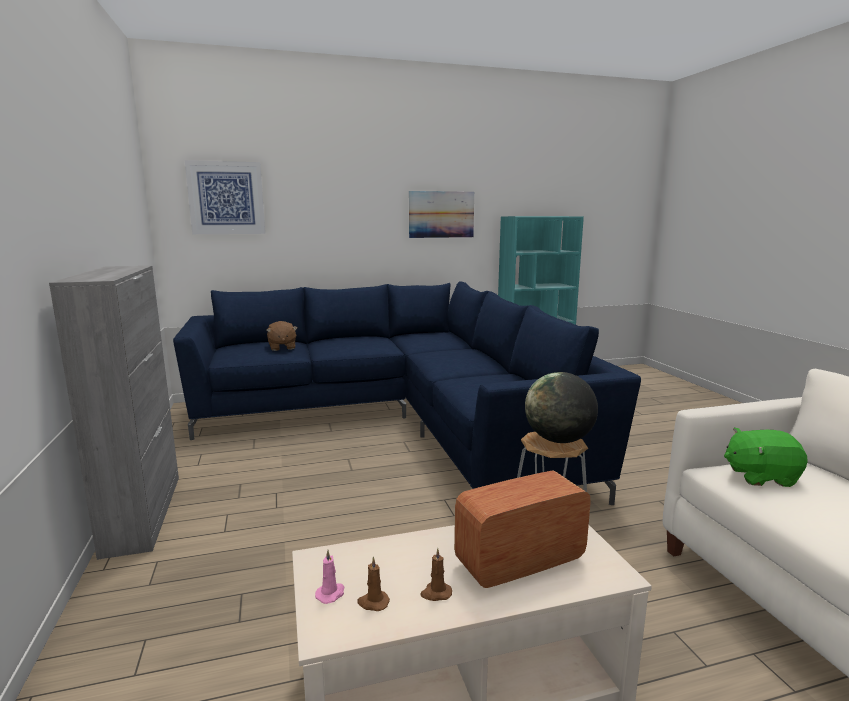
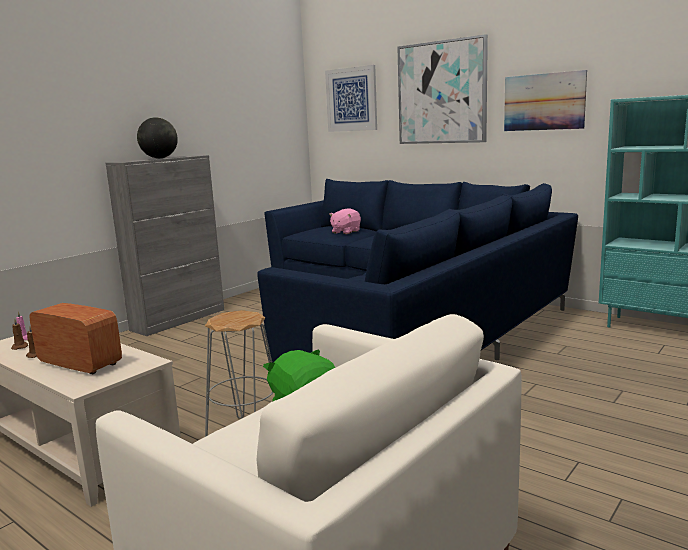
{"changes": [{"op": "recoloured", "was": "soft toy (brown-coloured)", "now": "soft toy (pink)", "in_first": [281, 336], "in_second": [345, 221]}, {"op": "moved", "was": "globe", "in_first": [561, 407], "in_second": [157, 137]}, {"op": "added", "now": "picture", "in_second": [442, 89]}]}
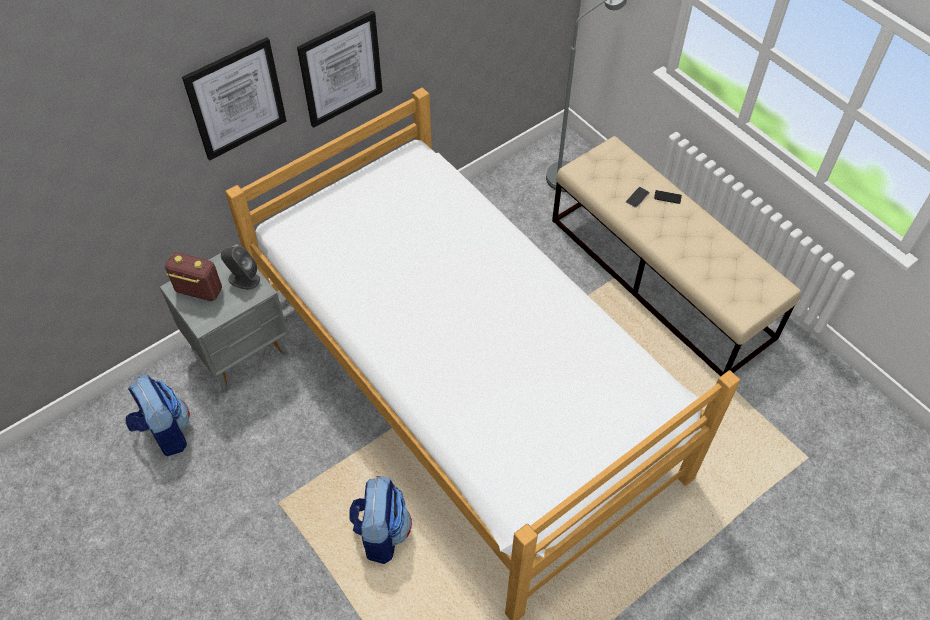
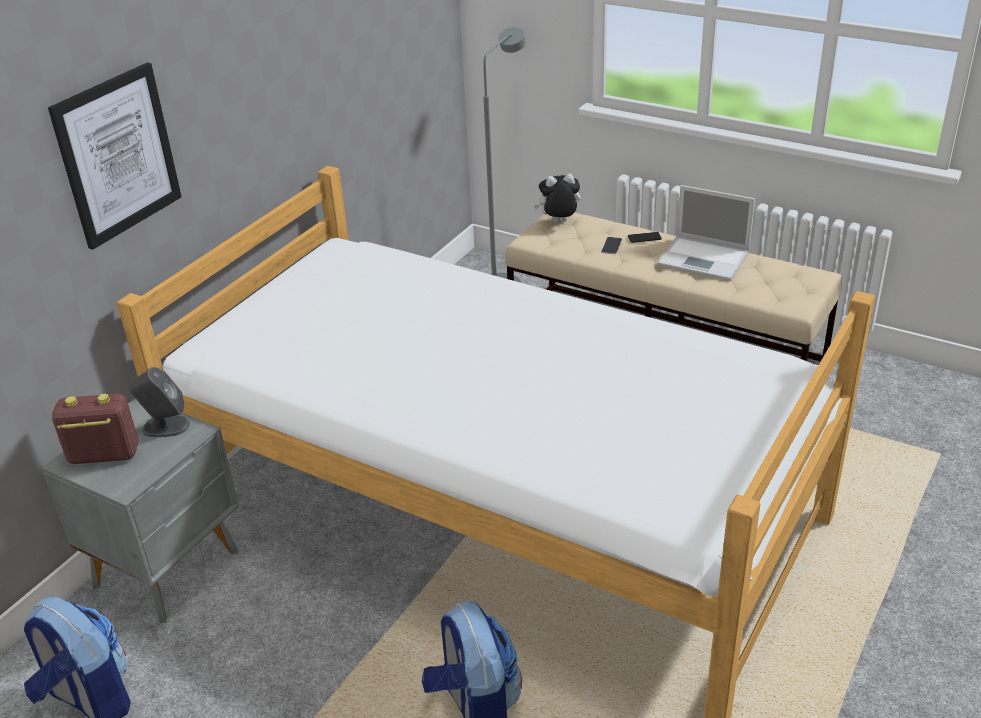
{"changes": [{"op": "removed", "was": "picture", "in_first": [340, 69]}, {"op": "added", "now": "soft toy", "in_second": [557, 197]}, {"op": "added", "now": "portable computer", "in_second": [706, 233]}]}
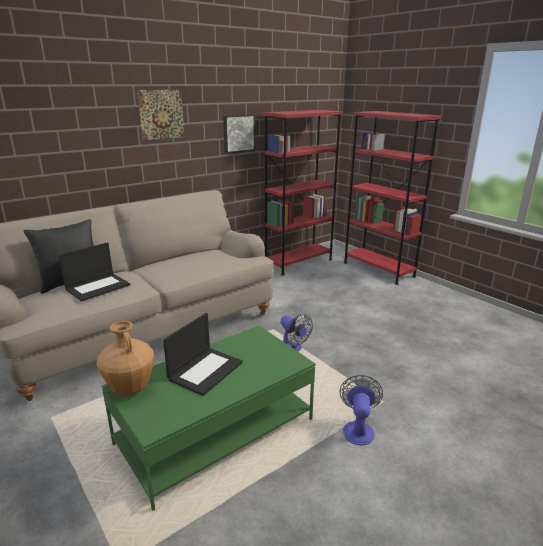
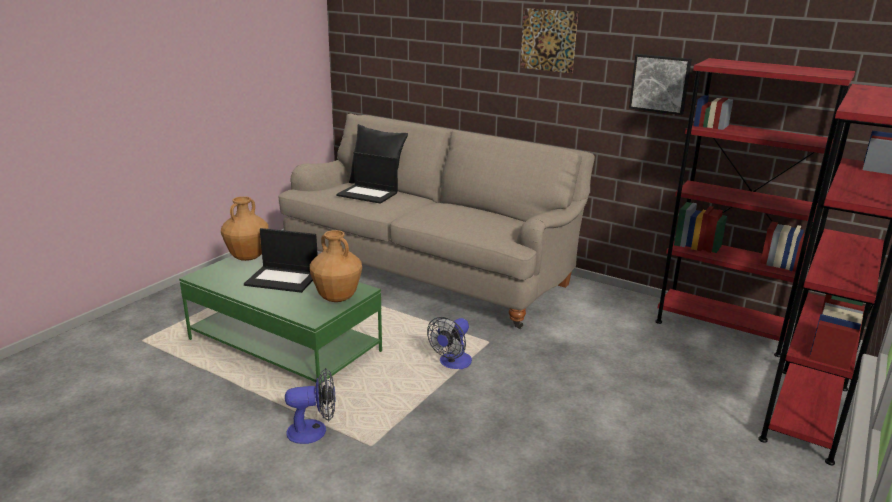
{"changes": [{"op": "added", "now": "decorative vase (brown-coloured)", "in_second": [336, 266]}]}
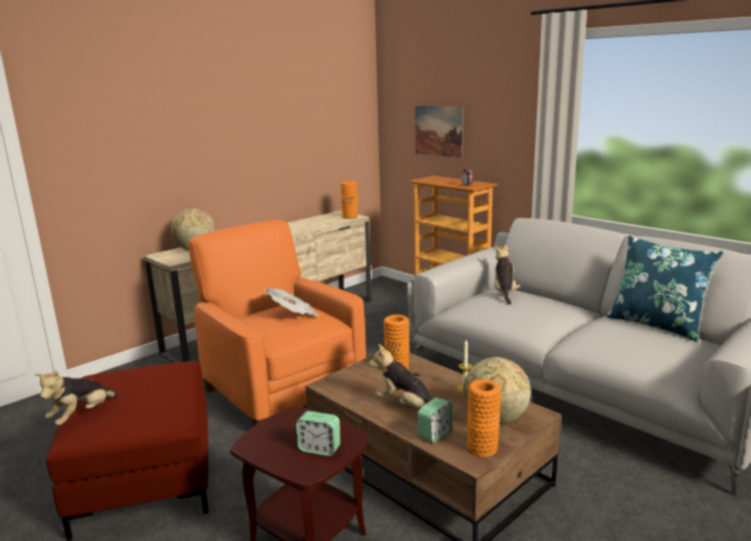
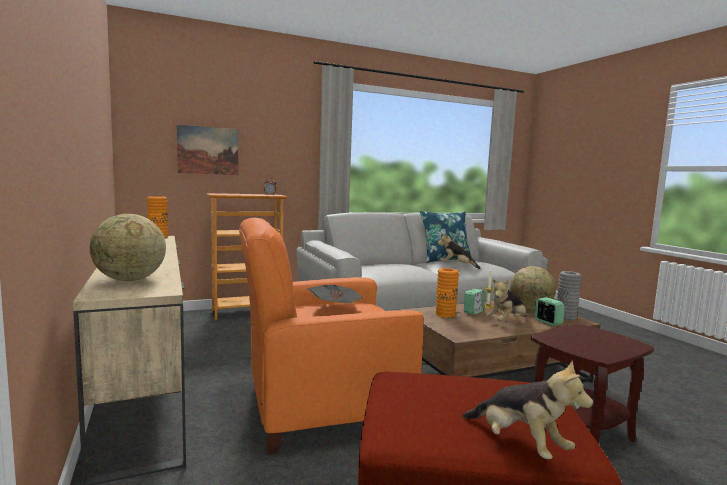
{"changes": [{"op": "moved", "was": "table clock", "in_first": [318, 433], "in_second": [474, 302]}, {"op": "recoloured", "was": "decorative vase (orange-coloured)", "now": "decorative vase (gray)", "in_first": [484, 418], "in_second": [569, 295]}, {"op": "moved", "was": "soft toy", "in_first": [507, 275], "in_second": [459, 251]}]}
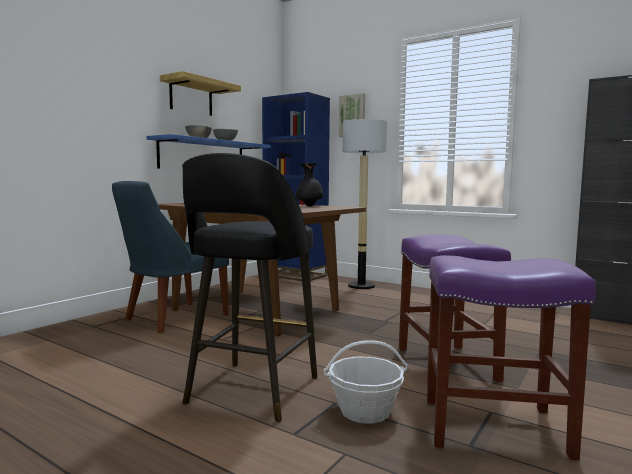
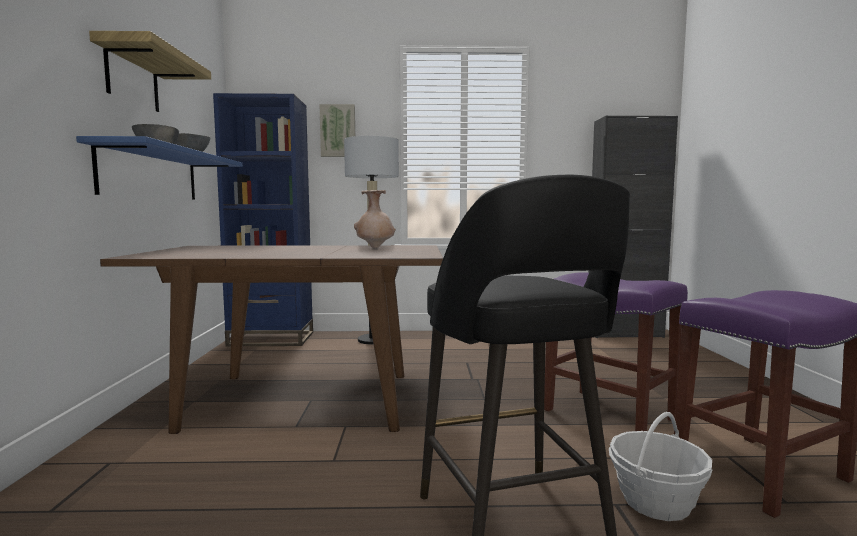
{"changes": [{"op": "removed", "was": "plain chair (bluish)", "in_first": [170, 257]}, {"op": "recoloured", "was": "decorative vase (black)", "now": "decorative vase (sand-coloured)", "in_first": [310, 185], "in_second": [375, 219]}]}
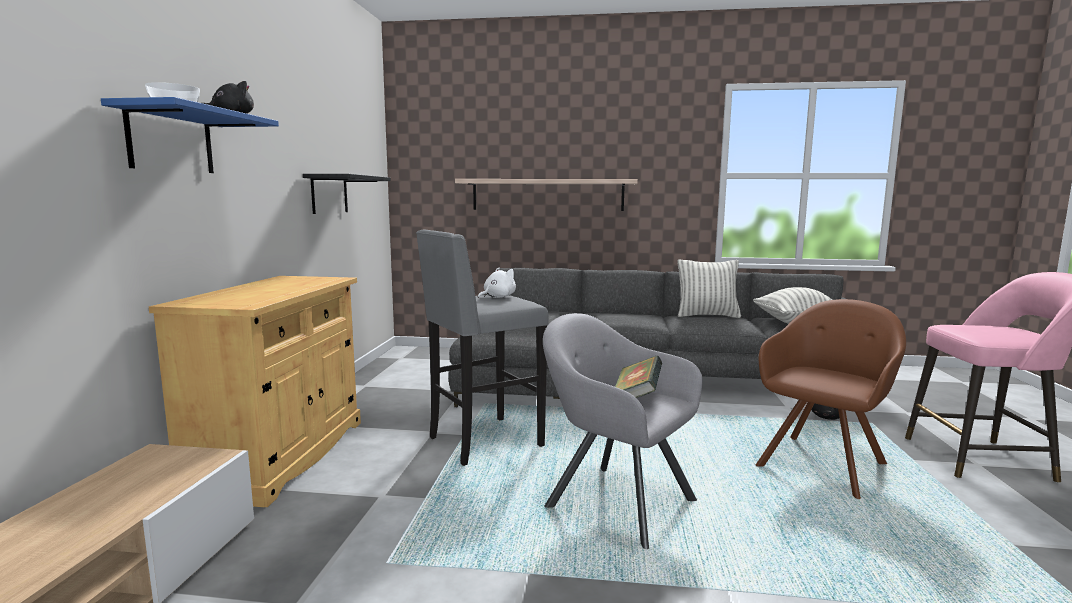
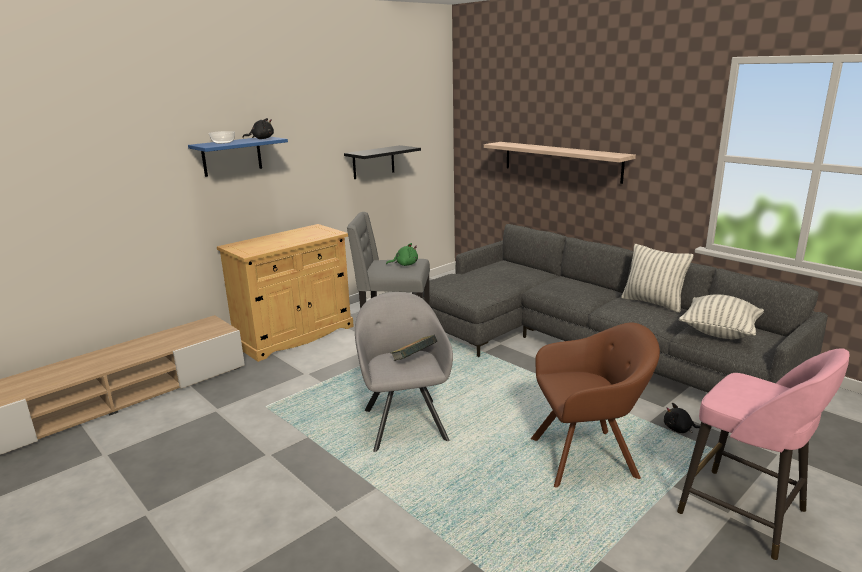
{"changes": [{"op": "recoloured", "was": "soft toy (white)", "now": "soft toy (green-coloured)", "in_first": [497, 282], "in_second": [402, 254]}]}
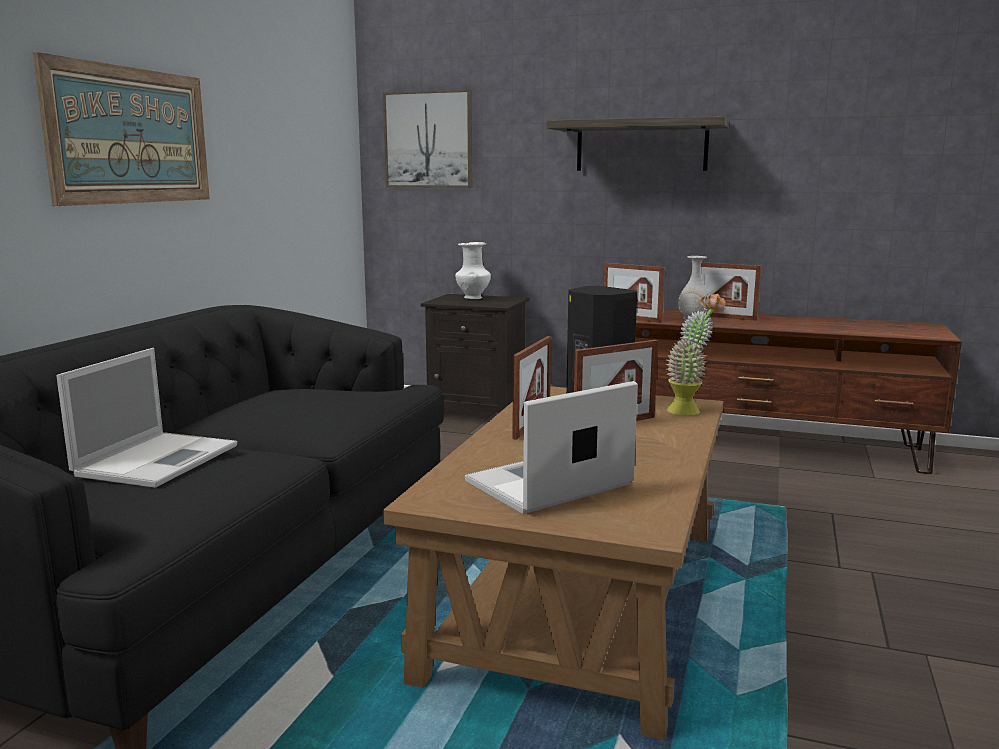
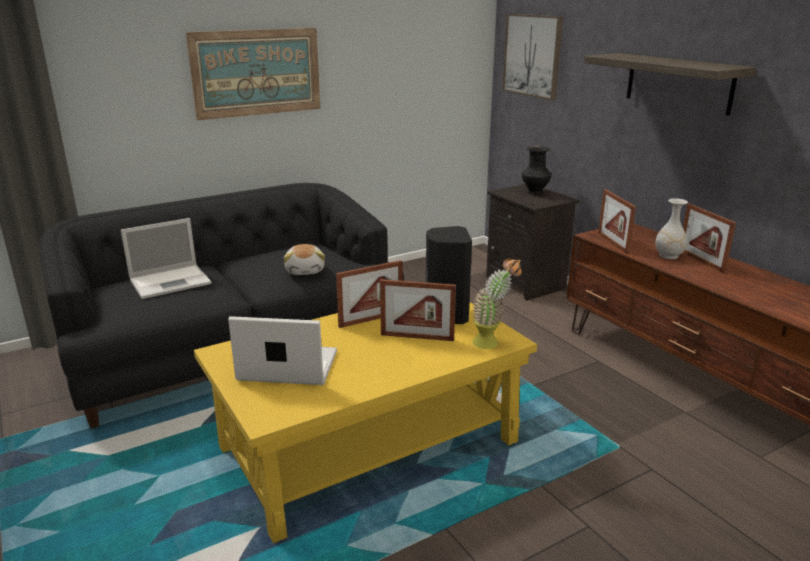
{"changes": [{"op": "recoloured", "was": "coffee table (brown-coloured)", "now": "coffee table (yellow)", "in_first": [553, 563], "in_second": [365, 422]}, {"op": "recoloured", "was": "decorative vase (white)", "now": "decorative vase (black)", "in_first": [473, 270], "in_second": [536, 170]}, {"op": "added", "now": "soft toy", "in_second": [304, 259]}]}
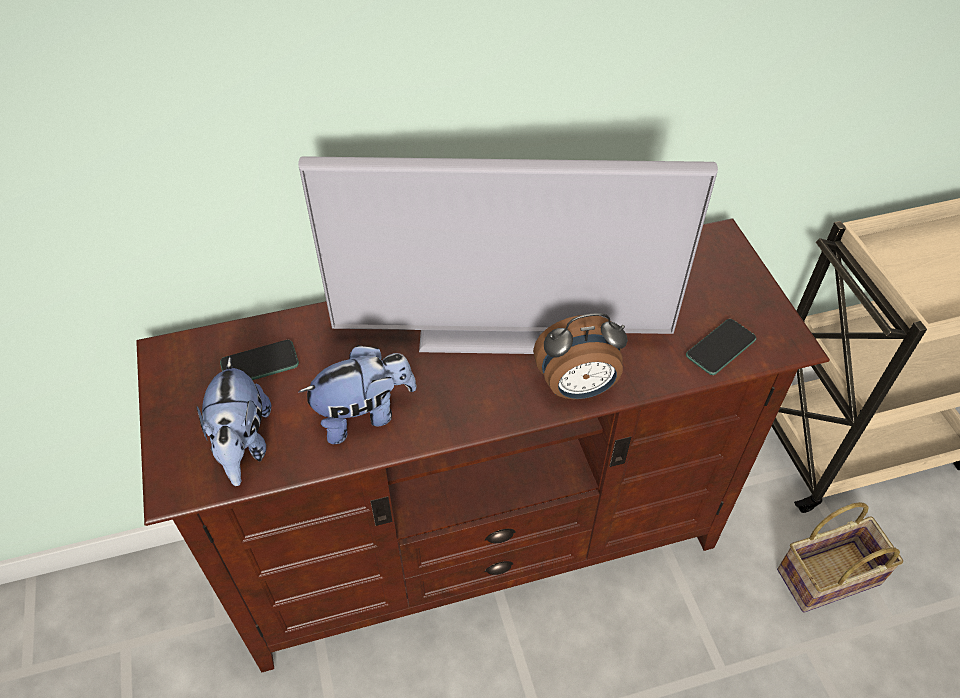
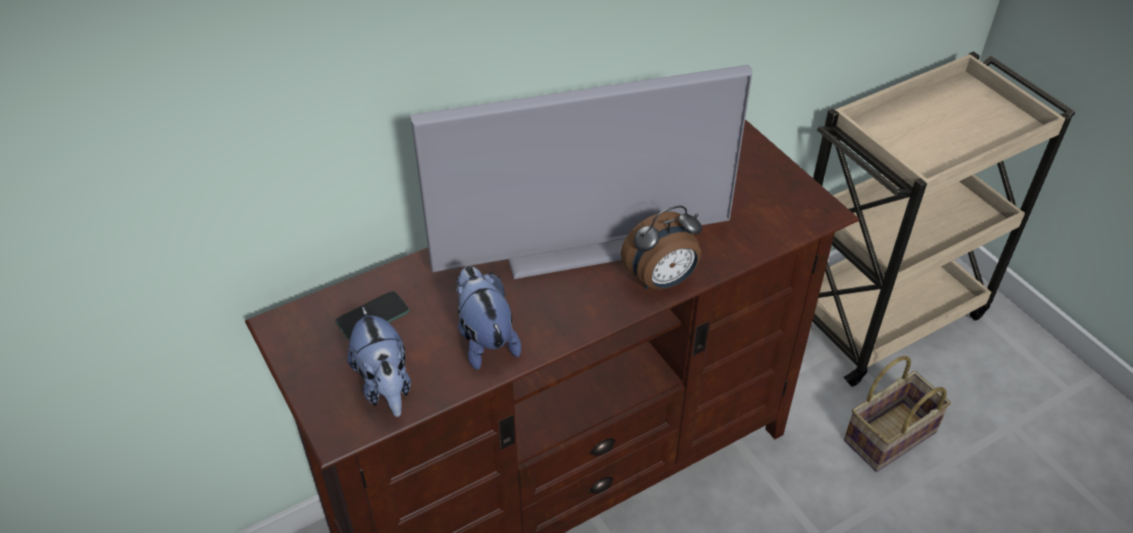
{"changes": [{"op": "turned", "was": "soft toy", "in_first": [358, 394], "in_second": [488, 318], "clockwise": -75}, {"op": "removed", "was": "telephone", "in_first": [721, 347]}]}
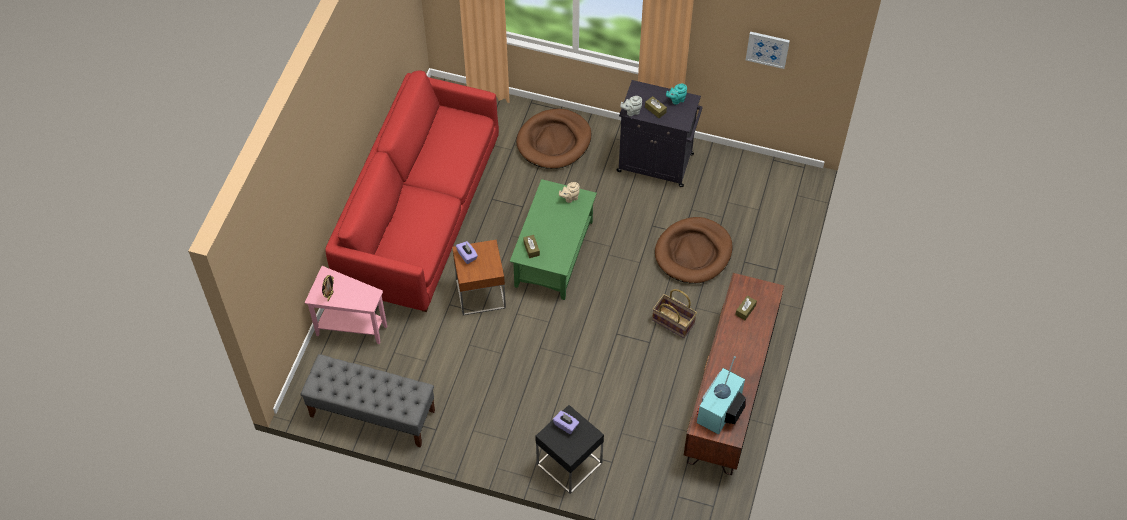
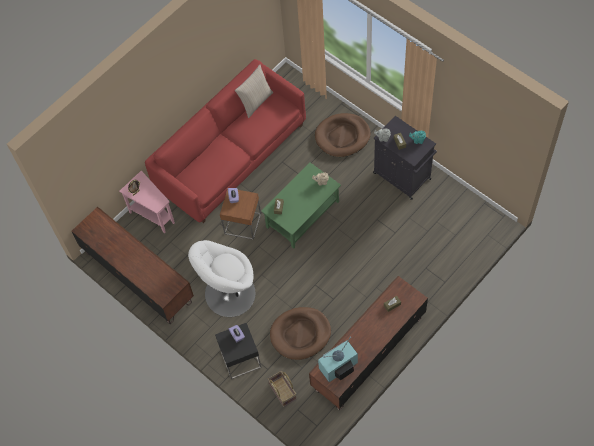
{"changes": [{"op": "replaced", "was": "indoor bench (gray)", "now": "tv stand (brown-coloured)", "in_first": [368, 401], "in_second": [132, 265]}, {"op": "moved", "was": "storage basket", "in_first": [674, 313], "in_second": [282, 389]}, {"op": "moved", "was": "pet bed (brown-coloured)", "in_first": [694, 250], "in_second": [300, 333]}, {"op": "removed", "was": "picture", "in_first": [768, 50]}, {"op": "added", "now": "easy chair (white)", "in_second": [222, 278]}, {"op": "added", "now": "pillow (sand-coloured)", "in_second": [254, 91]}]}
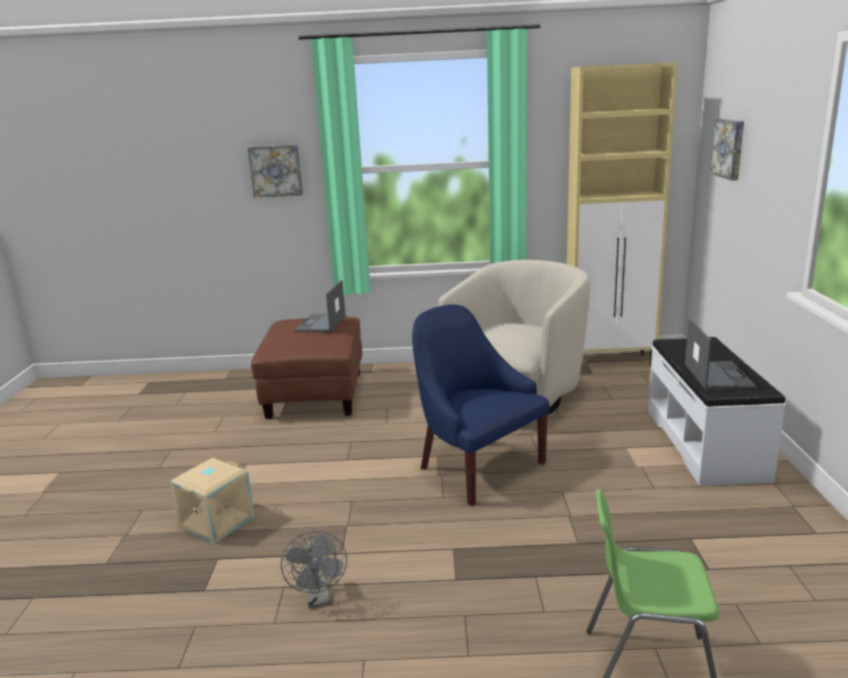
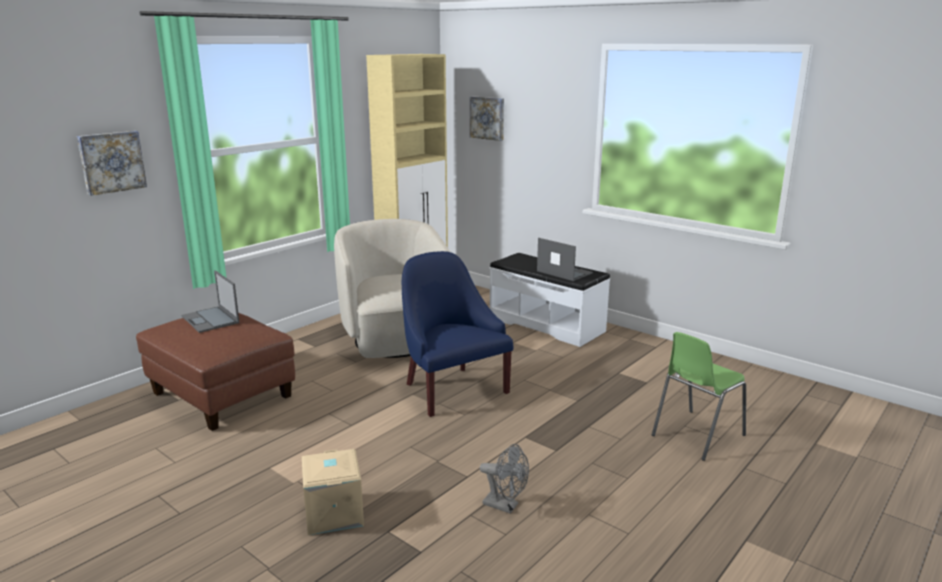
{"changes": [{"op": "turned", "was": "easy chair (bluish)", "in_first": [481, 405], "in_second": [457, 334], "clockwise": 60}]}
